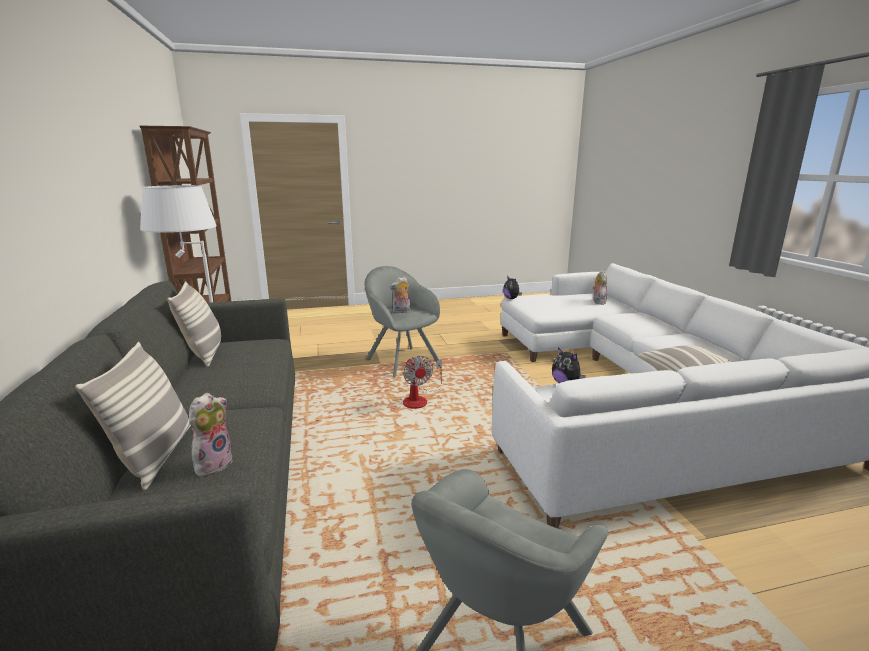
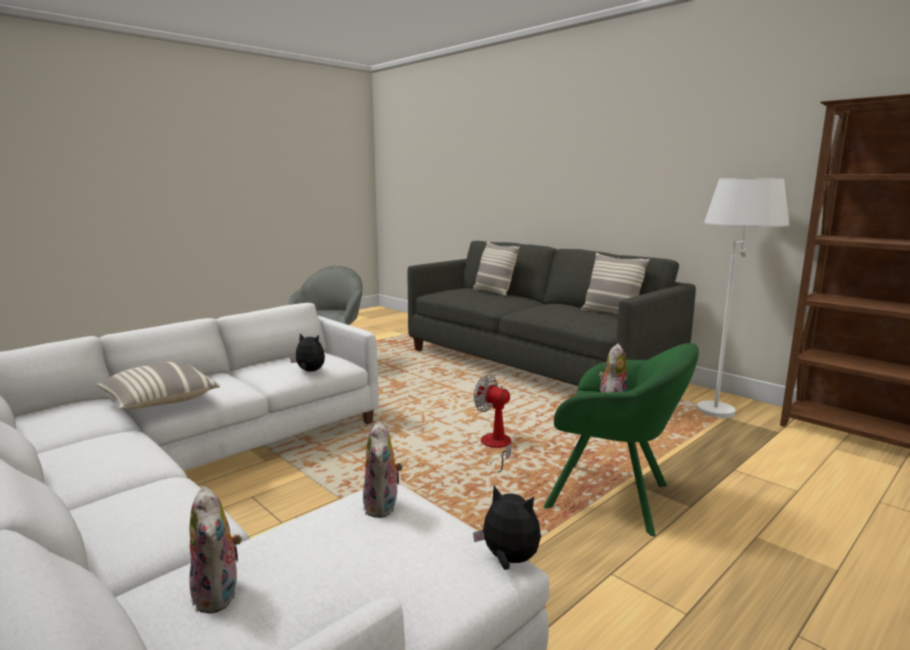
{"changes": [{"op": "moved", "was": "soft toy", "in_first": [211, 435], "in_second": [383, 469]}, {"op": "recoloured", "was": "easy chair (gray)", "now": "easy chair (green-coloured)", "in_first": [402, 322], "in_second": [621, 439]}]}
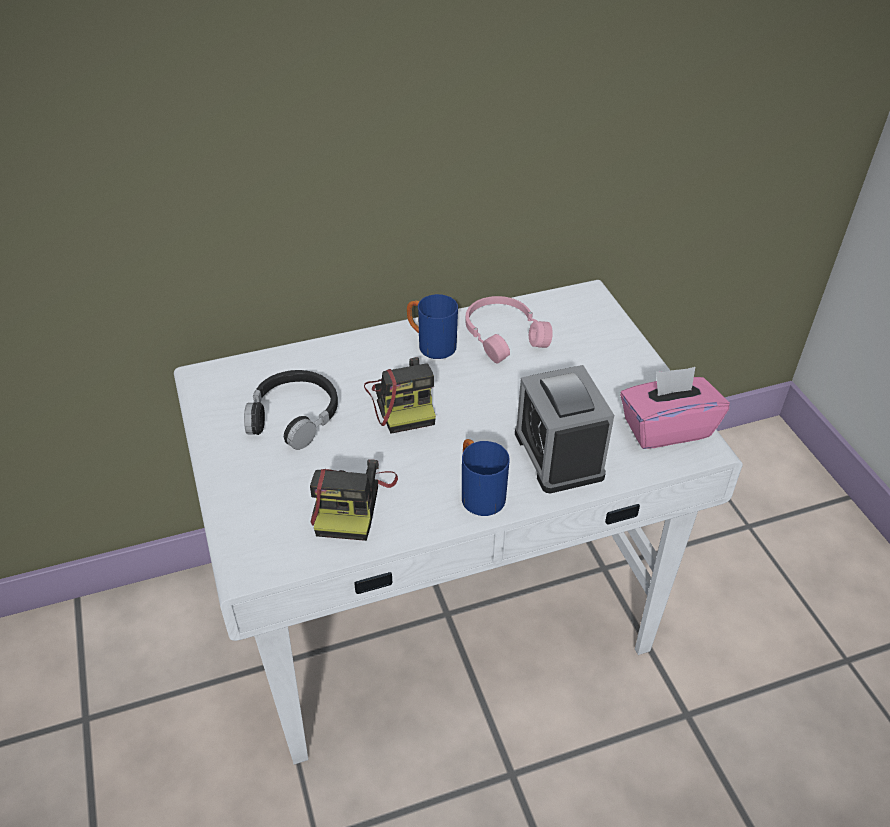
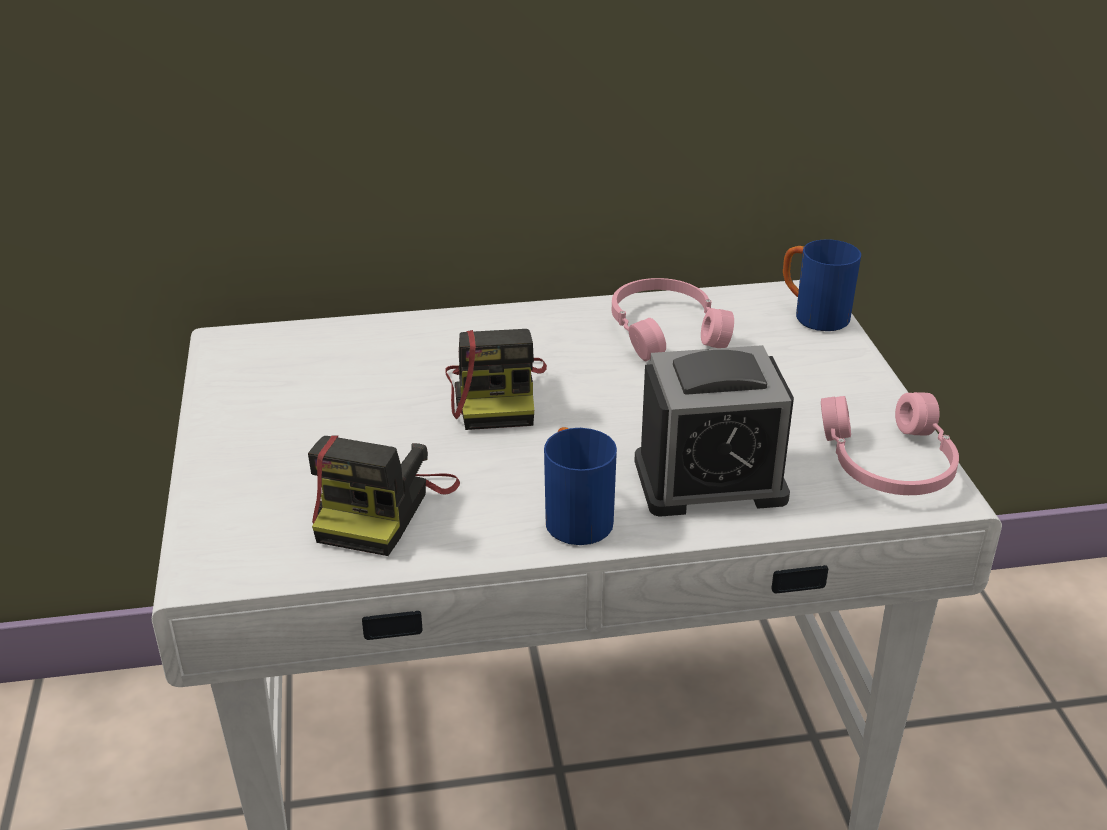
{"changes": [{"op": "removed", "was": "pair of headphones (black)", "in_first": [291, 410]}, {"op": "moved", "was": "mug (bluish)", "in_first": [432, 326], "in_second": [822, 285]}, {"op": "turned", "was": "table clock", "in_first": [564, 429], "in_second": [714, 431], "clockwise": -90}, {"op": "replaced", "was": "tissue box (pink)", "now": "pair of headphones (pink)", "in_first": [675, 408], "in_second": [890, 443]}]}
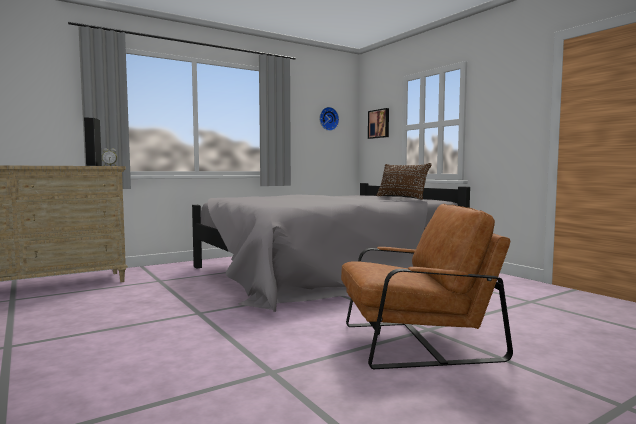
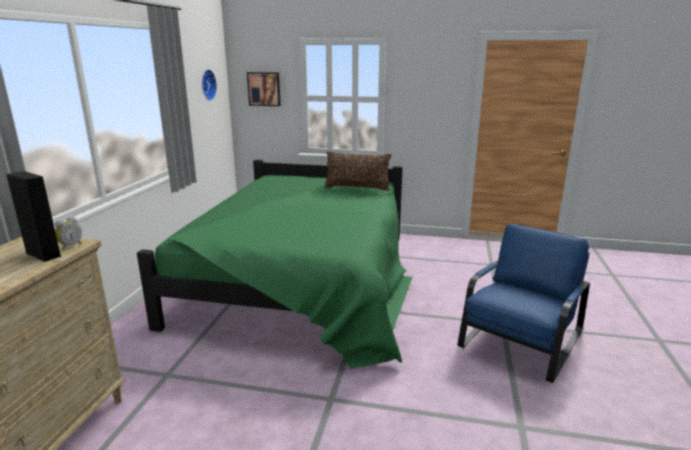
{"changes": [{"op": "recoloured", "was": "sleeping bed (gray)", "now": "sleeping bed (green-coloured)", "in_first": [331, 247], "in_second": [275, 264]}, {"op": "recoloured", "was": "easy chair (brown-coloured)", "now": "easy chair (bluish)", "in_first": [427, 286], "in_second": [523, 303]}]}
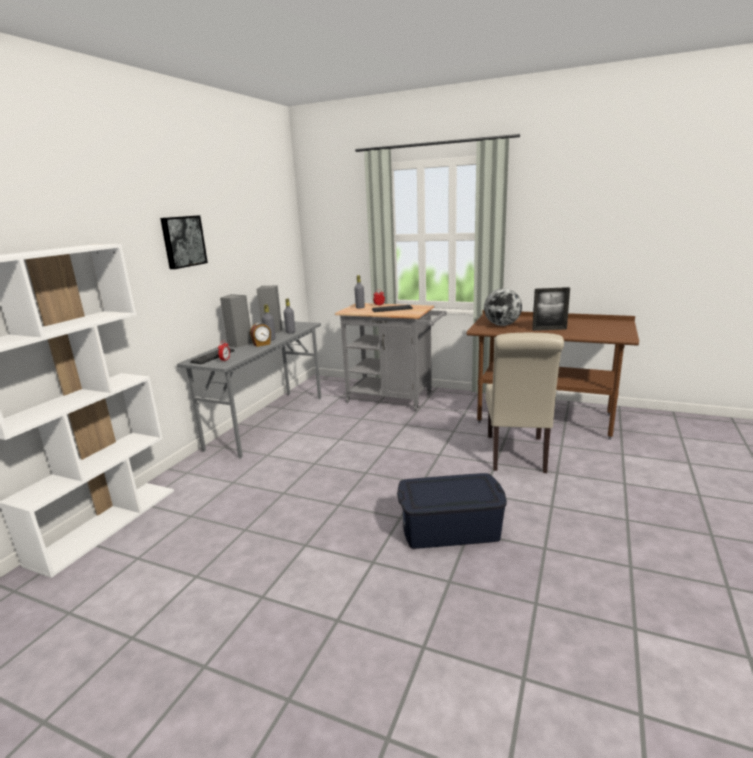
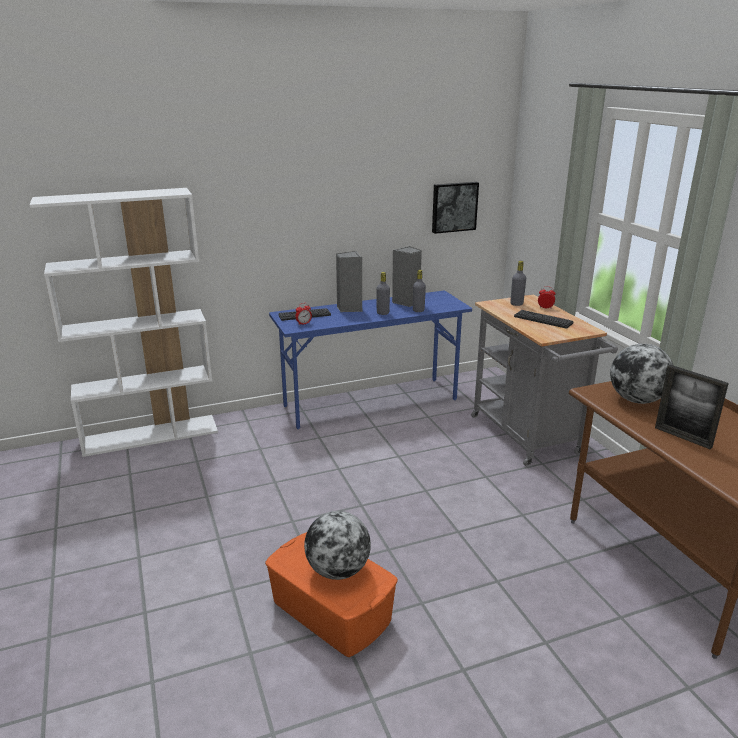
{"changes": [{"op": "moved", "was": "picture", "in_first": [184, 242], "in_second": [455, 208]}, {"op": "recoloured", "was": "desk unit (gray)", "now": "desk unit (bluish)", "in_first": [249, 390], "in_second": [370, 360]}, {"op": "removed", "was": "table clock", "in_first": [260, 335]}, {"op": "recoloured", "was": "storage box (bluish)", "now": "storage box (orange-coloured)", "in_first": [452, 511], "in_second": [331, 594]}, {"op": "removed", "was": "plain chair (sand-coloured)", "in_first": [525, 403]}, {"op": "added", "now": "globe", "in_second": [337, 545]}]}
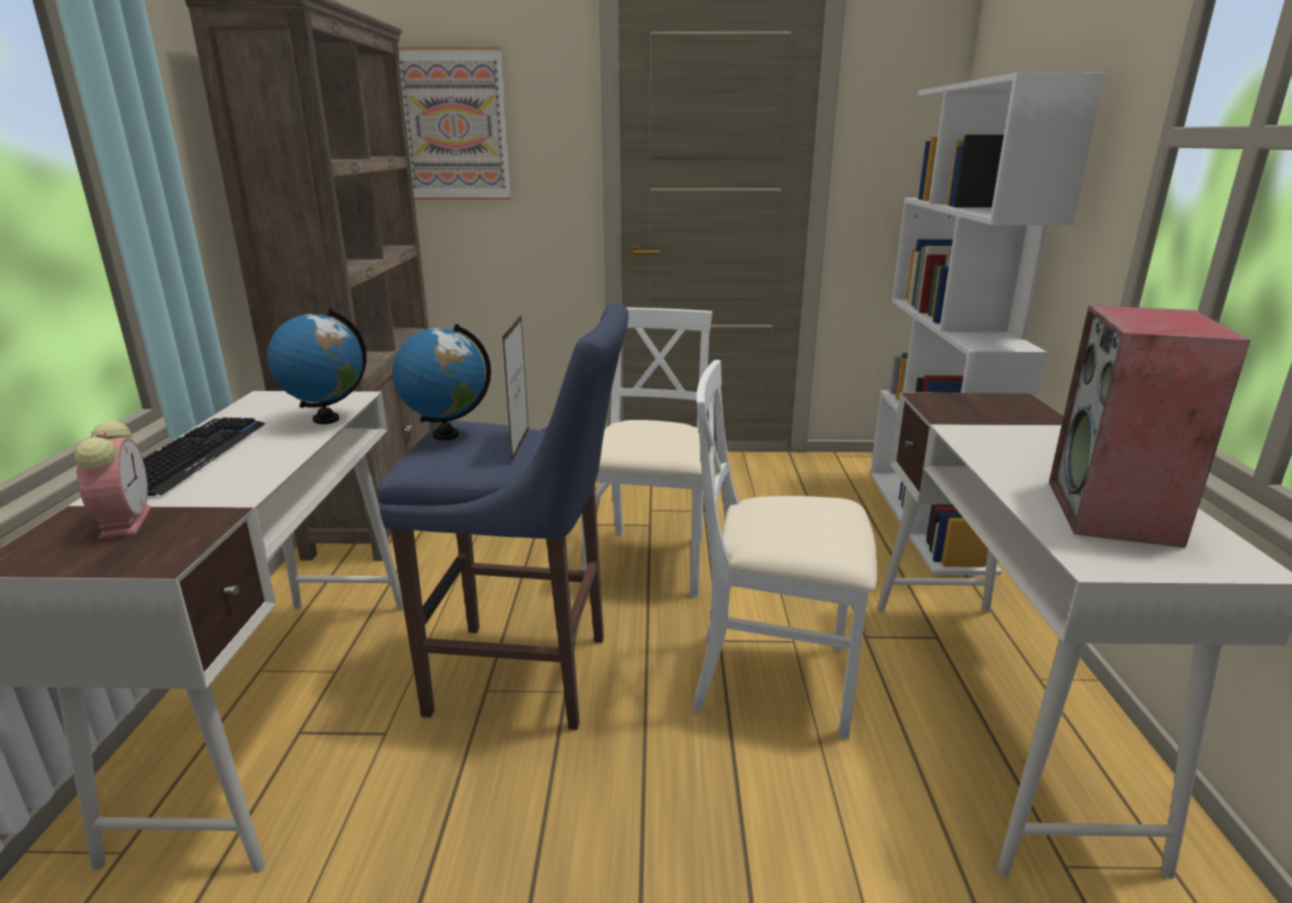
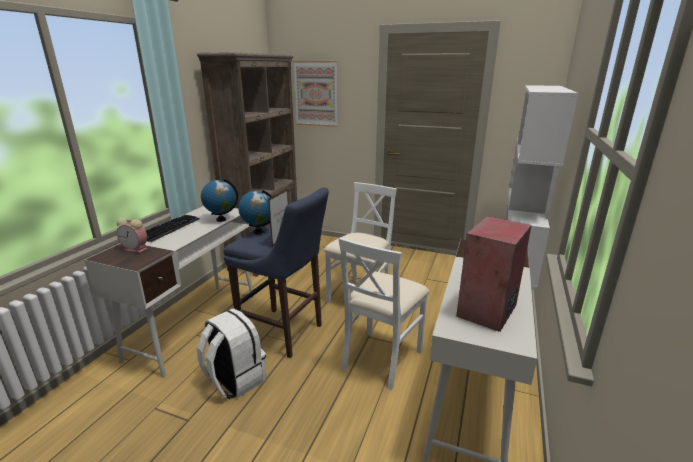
{"changes": [{"op": "turned", "was": "table clock", "in_first": [113, 480], "in_second": [132, 235], "clockwise": 105}, {"op": "turned", "was": "plain chair (white)", "in_first": [784, 549], "in_second": [384, 313], "clockwise": -90}, {"op": "added", "now": "backpack (white)", "in_second": [231, 353]}]}
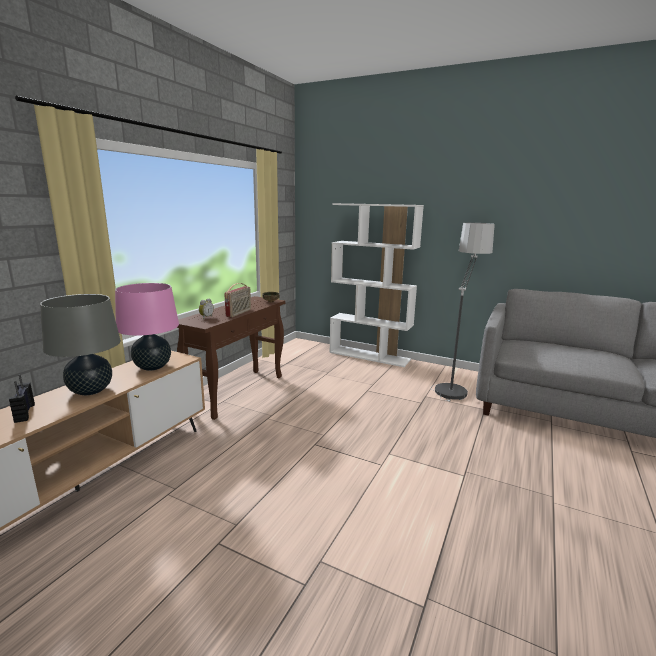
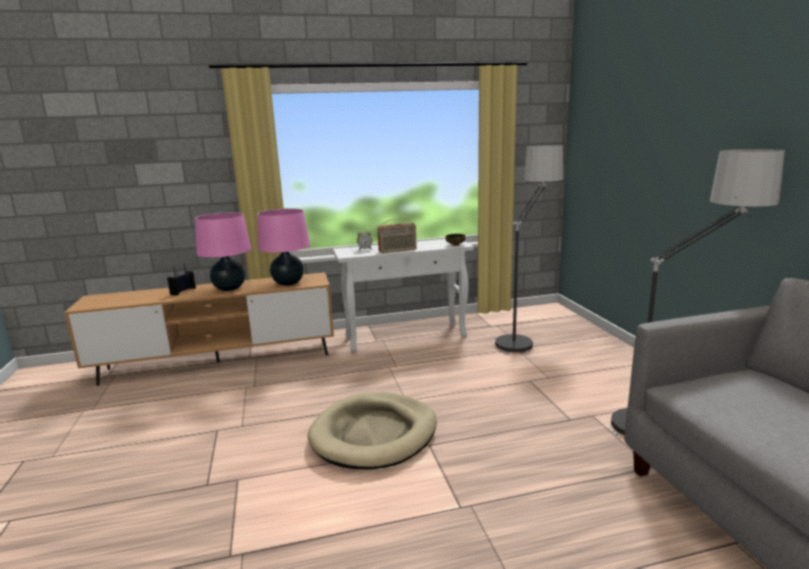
{"changes": [{"op": "recoloured", "was": "tabletop lamp (gray)", "now": "tabletop lamp (pink)", "in_first": [80, 344], "in_second": [223, 251]}, {"op": "recoloured", "was": "narrow table (brown-coloured)", "now": "narrow table (white)", "in_first": [231, 358], "in_second": [403, 295]}, {"op": "removed", "was": "bookshelf (white)", "in_first": [376, 285]}, {"op": "added", "now": "pet bed (sand-coloured)", "in_second": [372, 430]}, {"op": "added", "now": "floor lamp", "in_second": [528, 250]}]}
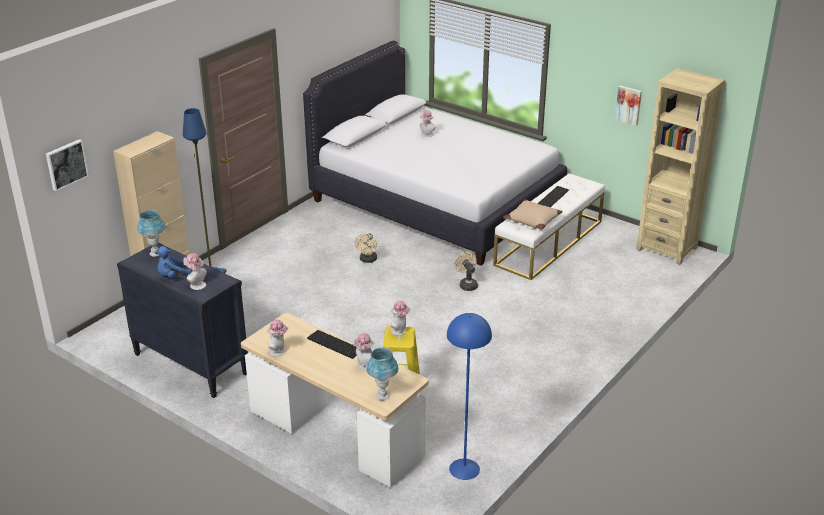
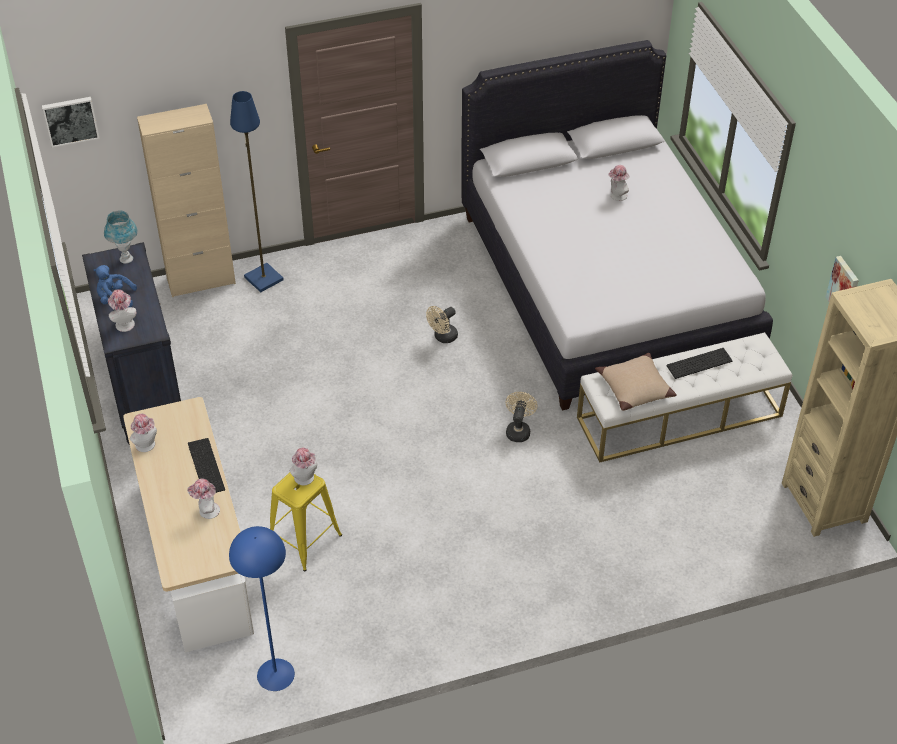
{"changes": [{"op": "removed", "was": "tabletop lamp (bluish)", "in_first": [382, 373]}]}
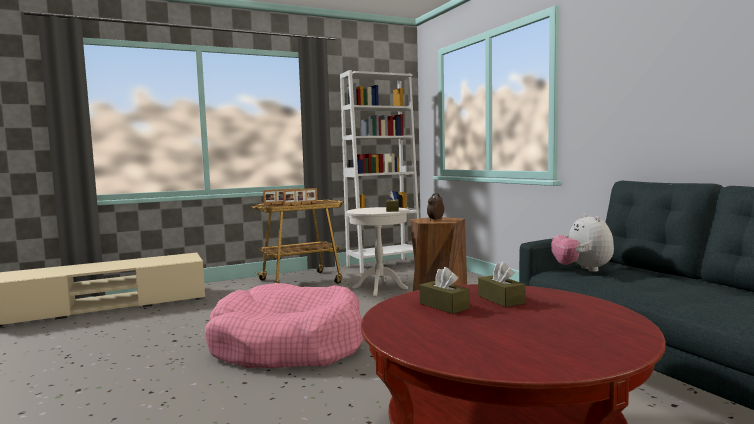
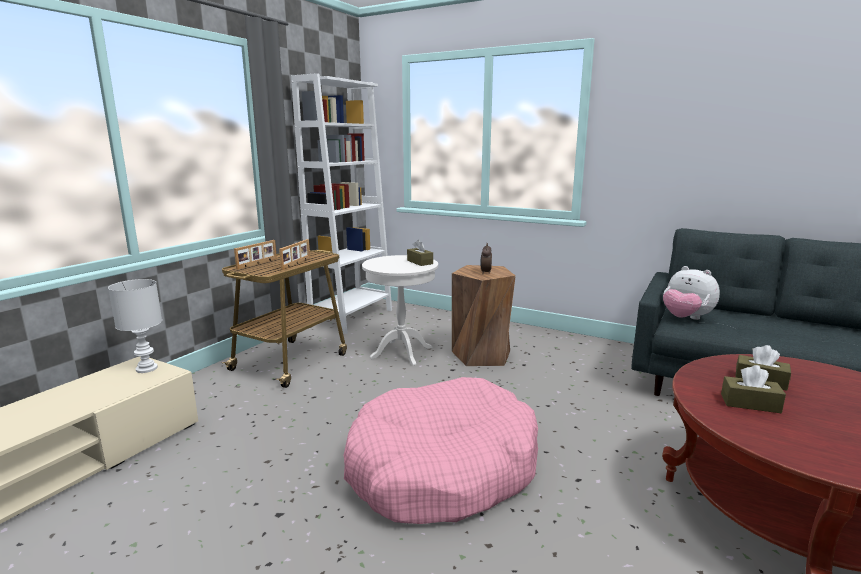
{"changes": [{"op": "added", "now": "tabletop lamp (white)", "in_second": [135, 326]}]}
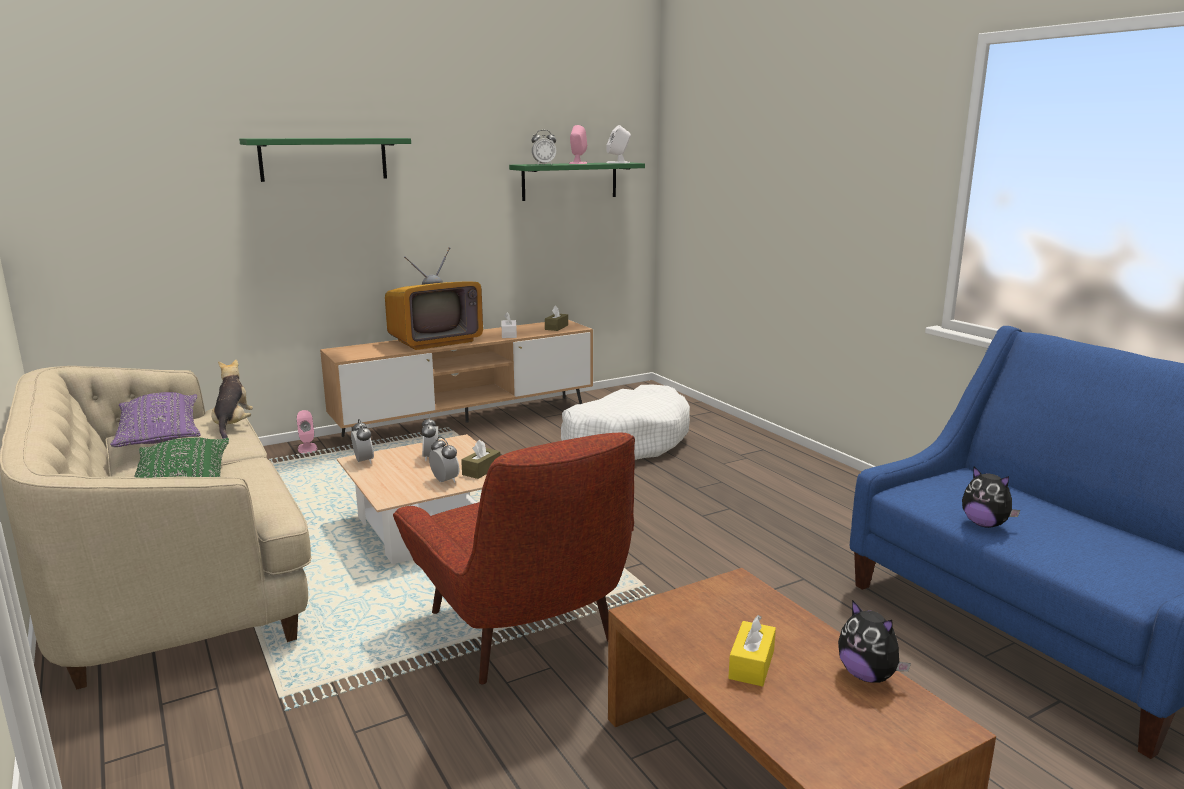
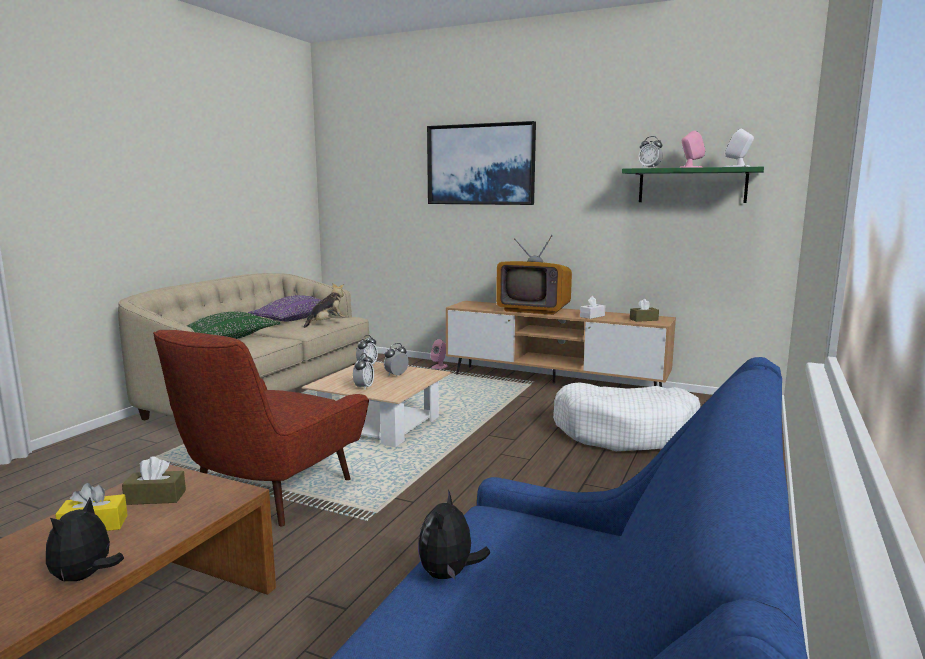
{"changes": [{"op": "replaced", "was": "wall shelf (green-coloured)", "now": "picture", "in_first": [325, 160], "in_second": [481, 163]}, {"op": "moved", "was": "tissue box (brown-coloured)", "in_first": [480, 459], "in_second": [154, 480]}]}
